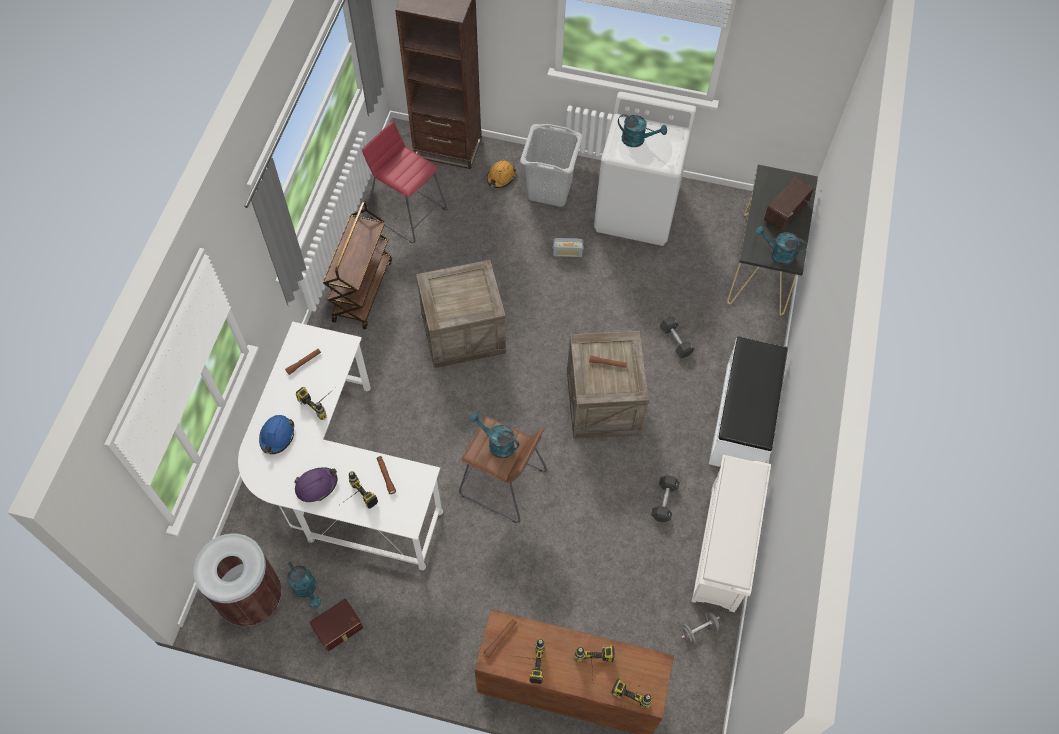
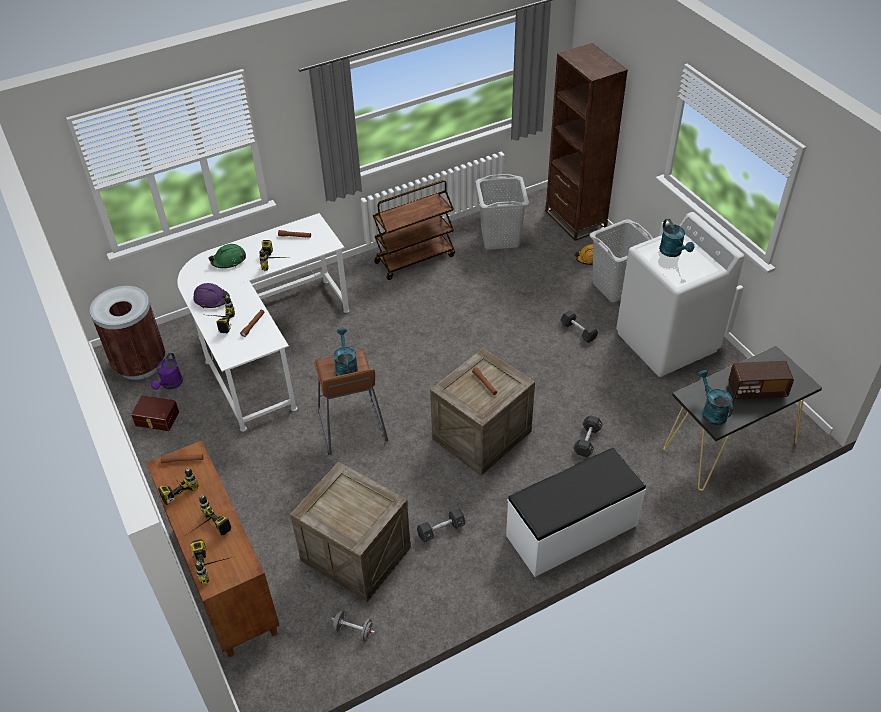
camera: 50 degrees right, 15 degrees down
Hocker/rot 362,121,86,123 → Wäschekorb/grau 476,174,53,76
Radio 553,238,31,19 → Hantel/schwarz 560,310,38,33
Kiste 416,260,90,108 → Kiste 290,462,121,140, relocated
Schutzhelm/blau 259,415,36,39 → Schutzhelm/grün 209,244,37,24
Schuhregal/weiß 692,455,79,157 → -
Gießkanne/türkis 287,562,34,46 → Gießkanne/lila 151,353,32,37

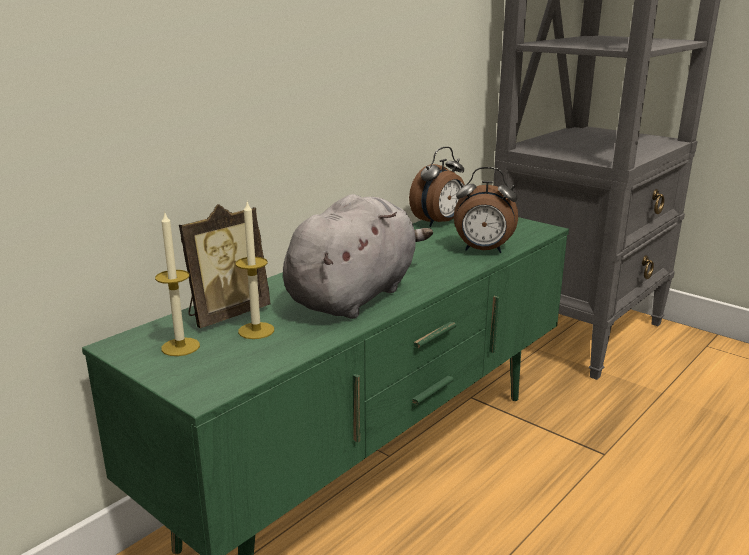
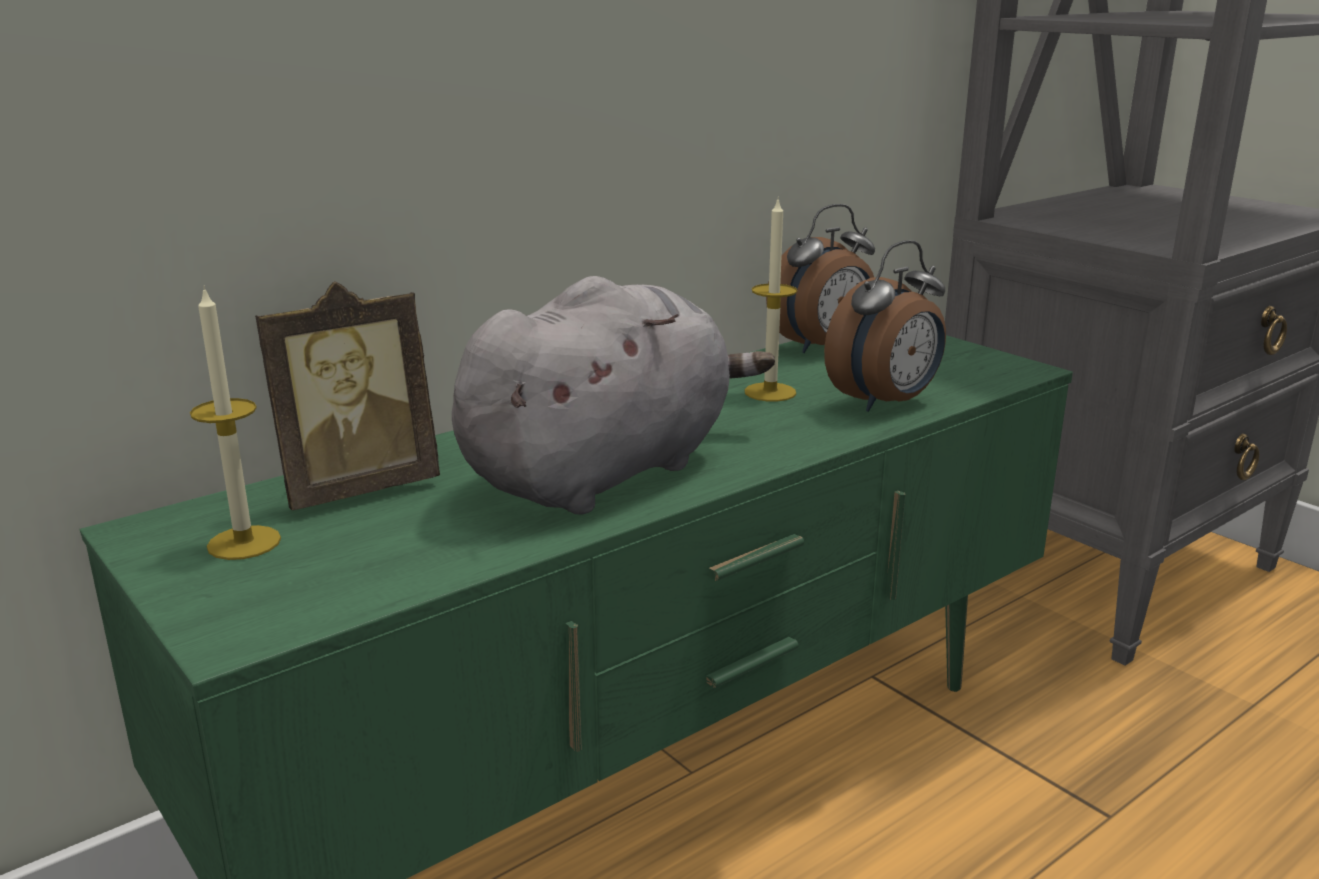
camera: 10 degrees right, 0 degrees up
Wecker 454,167,64,86 → Wecker 824,240,122,172, 60 degrees counterclockwise
Kerze 236,202,38,137 → Kerze 745,197,52,205, relocated

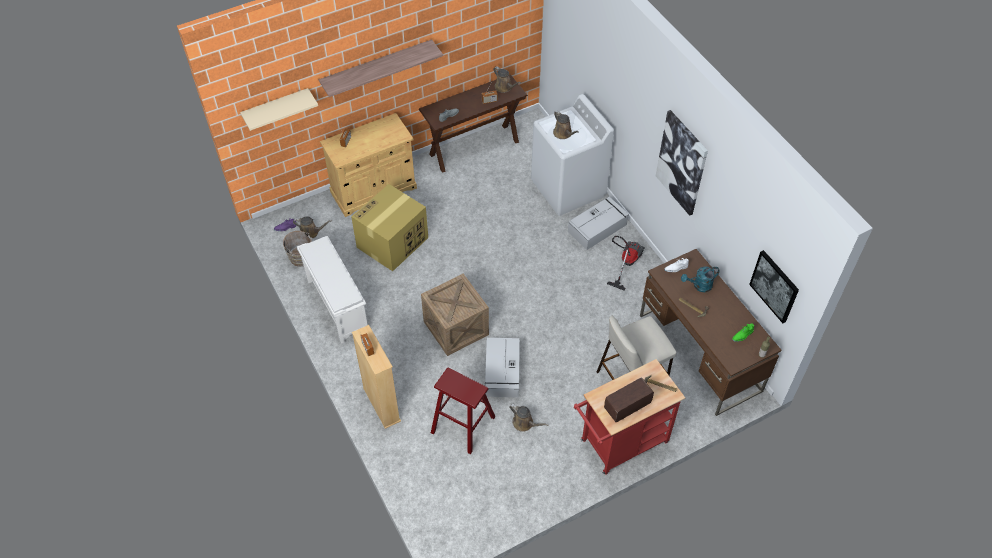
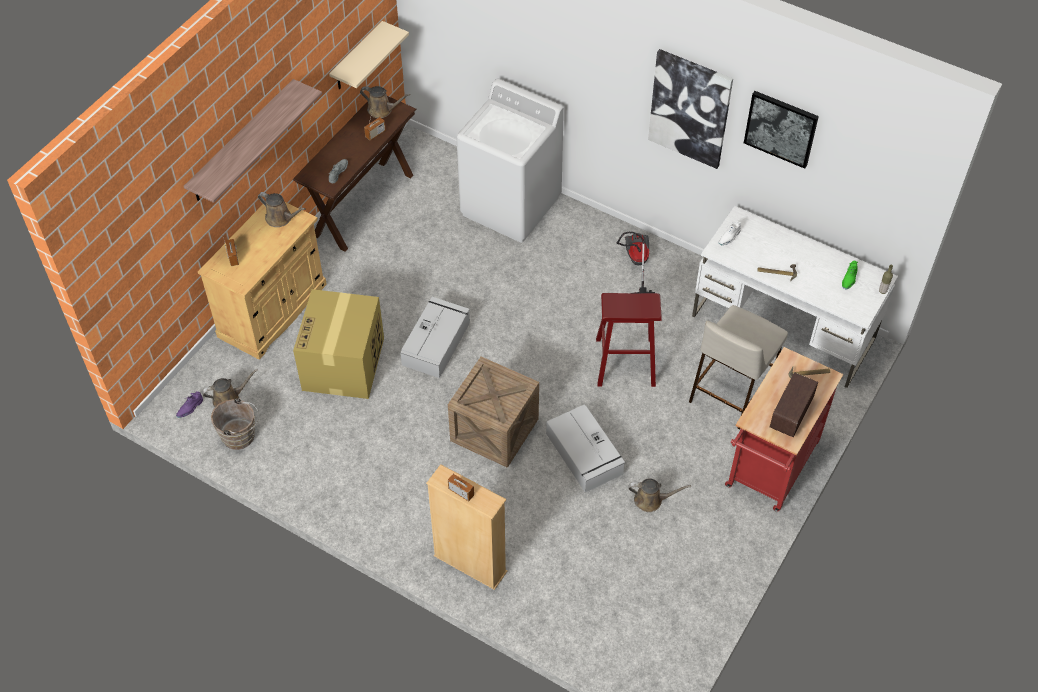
camera: 30 degrees left, 0 degrees up
Wandregal/beige 240,88,78,43 → Wandregal/beige 329,21,80,68, relocated
Gießkanne/braun 553,111,26,28 → Gießkanne/braun 258,192,48,35, relocated
Aufbewahrungsbox/grau 568,197,61,53 → Aufbewahrungsbox/grau 400,297,70,81, relocated
Schuhregal/weiß 297,236,71,108 → -
Schreibtisch/braun 640,249,141,167 → Schreibtisch/weiß 692,206,206,182
Bild 749,250,50,73 → Bild 744,91,75,78, relocated
Gießkanne/türkis 681,267,39,25 → -
Hocker/rot 431,368,64,86 → Hocker/rot 596,293,66,94, relocated

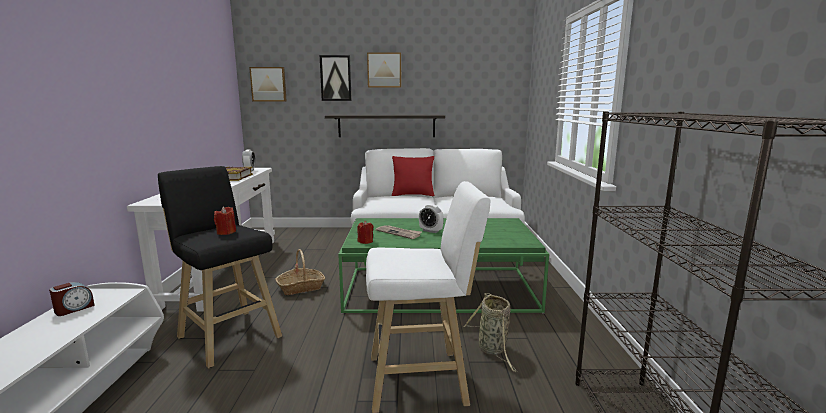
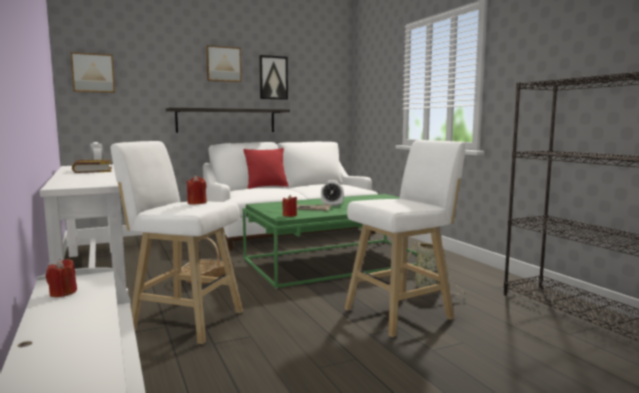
camera: 25 degrees left, 5 degrees down
Bild 320,55,32,46 → Bild 259,55,29,45, relocated
Hocker/schwarz 158,166,124,202 → Hocker/weiß 110,141,133,203
Wecker 49,282,46,34 → Kerze/rot 46,259,31,38

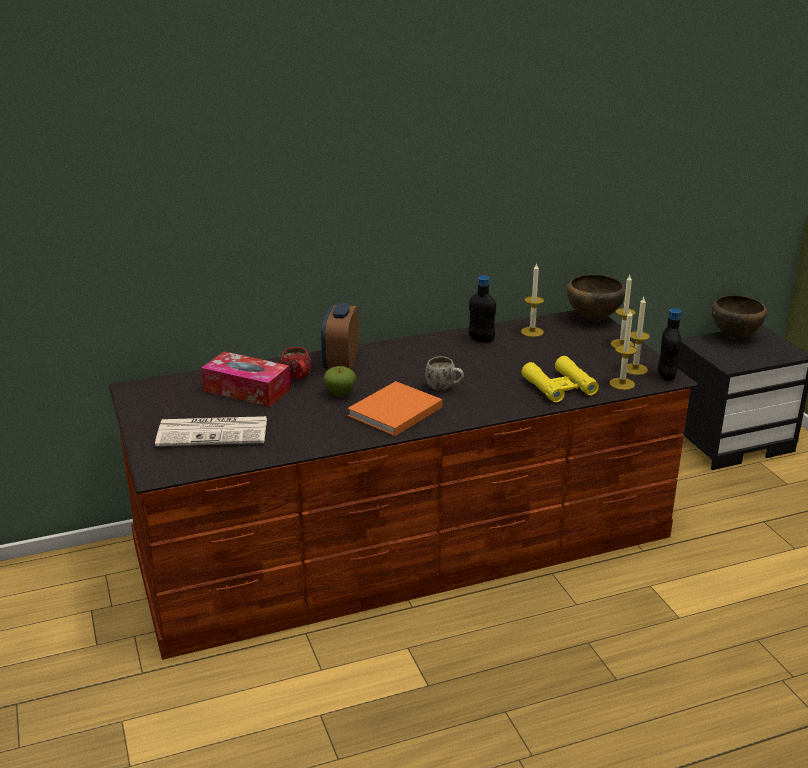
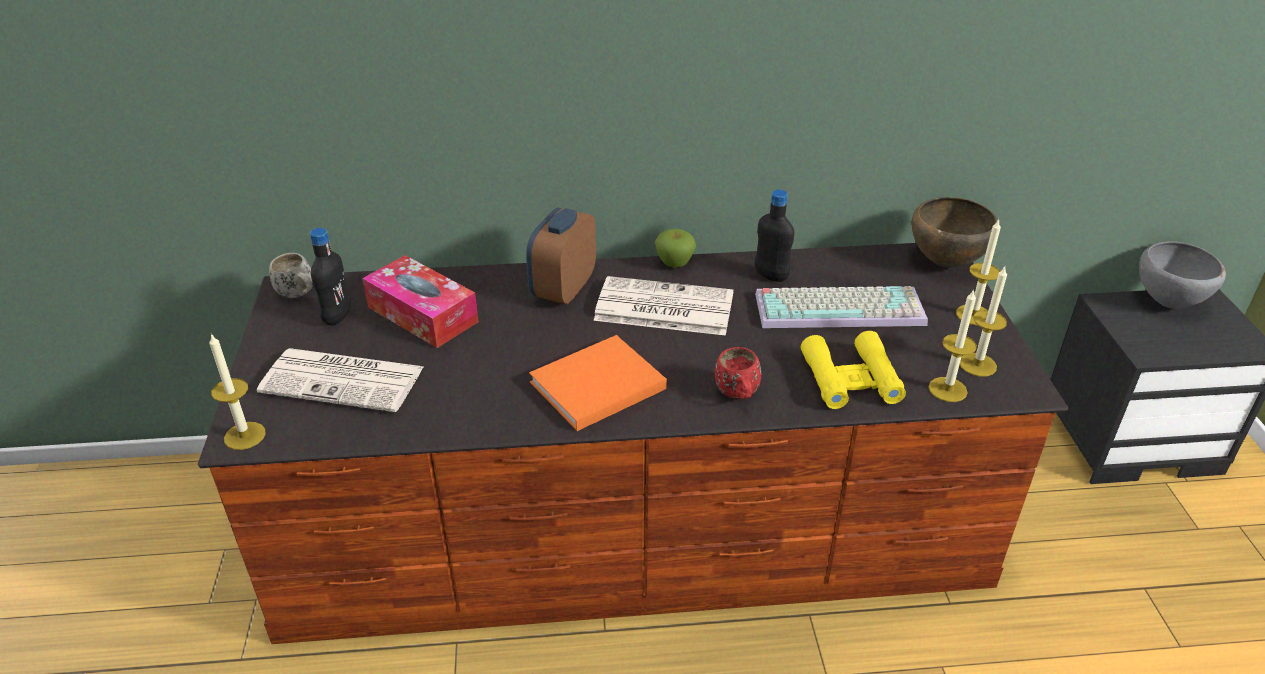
camera: 15 degrees right, 10 degrees up
Kerze 521,263,23,74 → Kerze 209,333,56,117, relocated
Schüssel/braun 712,295,55,44 → Schüssel/grau 1139,241,87,67
Flasche/schwarz 658,308,23,73 → Flasche/schwarz 310,228,41,97, relocated
Henkelbecher/rot 281,347,30,33 → Henkelbecher/rot 715,347,46,52, relocated
Henkelbecher/weiß 425,356,39,34 → Henkelbecher/weiß 269,253,44,45, relocated
Apfel 323,366,33,31 → Apfel 655,229,41,39, relocated
- → Zeitung 594,276,140,60
- → Tastatur 755,286,173,42

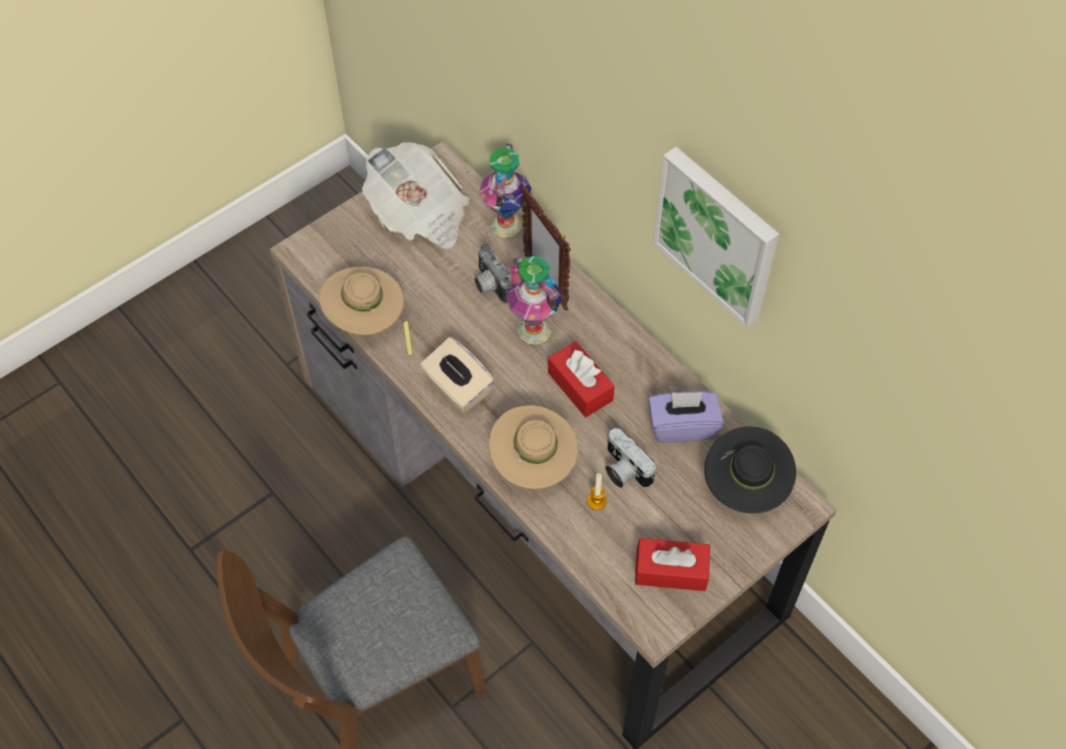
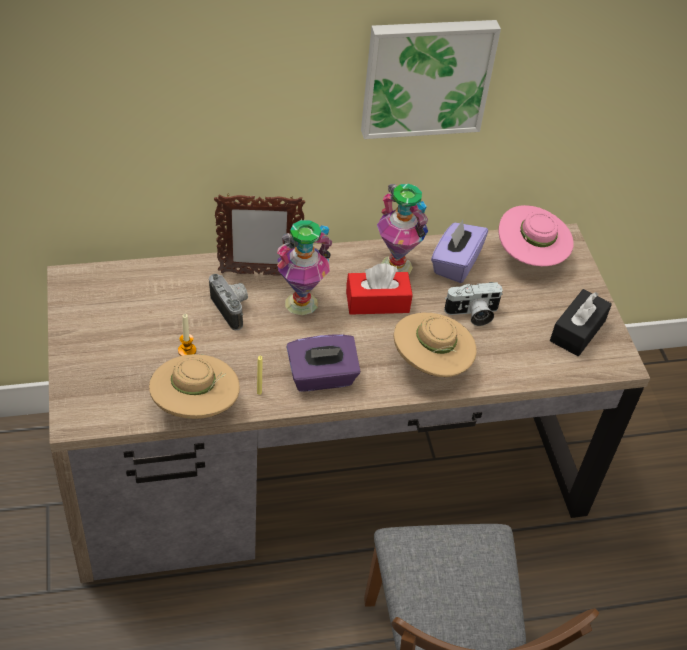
camera: 65 degrees left, 10 degrees down
Zeitung 362,142,107,107 → -
Vase 479,144,53,94 → Vase 377,184,51,90, relocated
Kamera 474,244,38,60 → Kamera 209,274,39,56, 120 degrees counterclockwise
Taschentuchbox/beige 420,337,74,76 → Taschentuchbox/lila 287,334,74,58
Hut/schwarz 704,427,92,86 → Hut/rosa 498,205,76,61
Kerze 587,473,20,37 → Kerze 178,314,18,42, relocated
Taschentuchbox/rot 635,538,75,53 → Taschentuchbox/schwarz 550,289,62,67

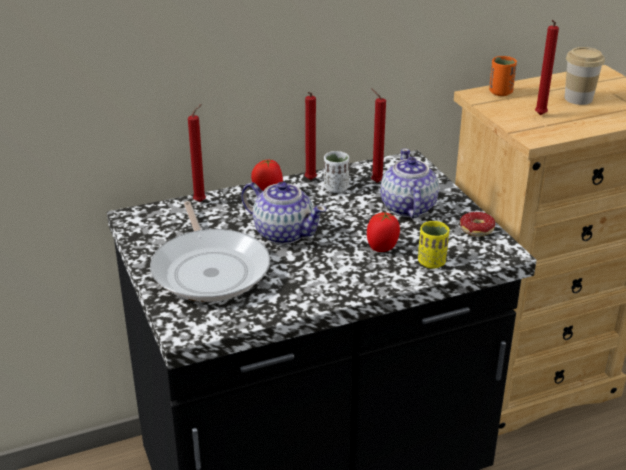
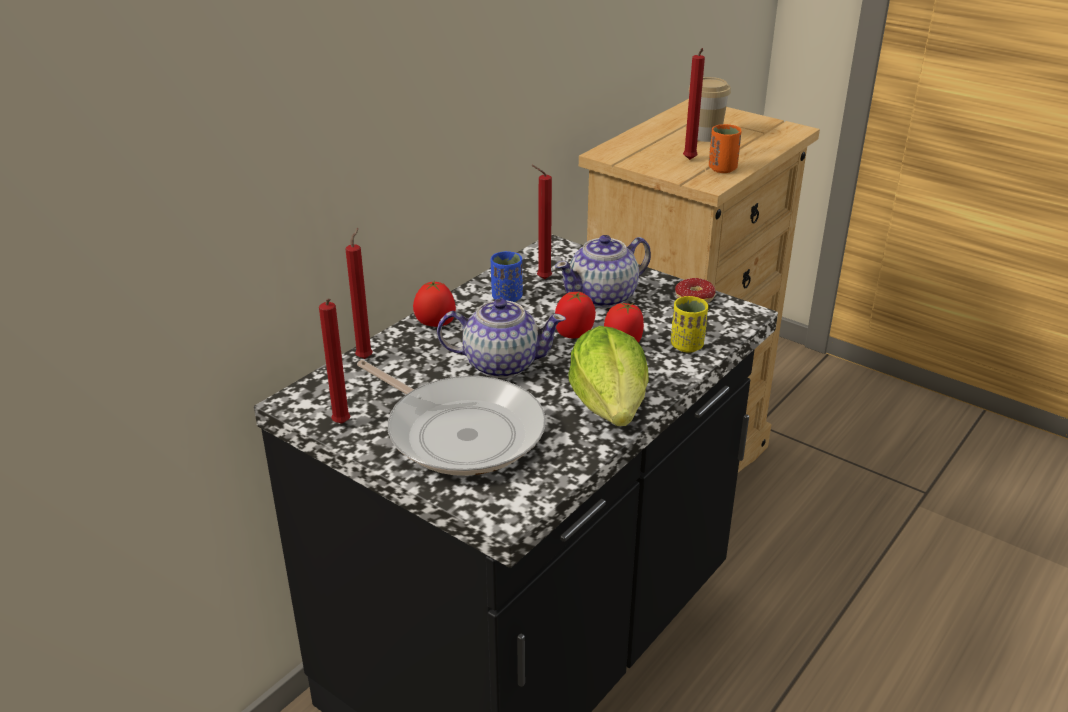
camera: 30 degrees left, 0 degrees up
Tasse/orange 489,56,28,40 → Tasse/orange 709,124,32,49, relocated
Kerze/rot 305,92,12,88 → Kerze/rot 319,299,31,125, relocated
Teekanne 380,148,59,70 → Teekanne 555,235,96,73, 90 degrees counterclockwise
Tasse/weiß 324,151,25,42 → Tasse/blau 491,251,32,51
- → Tomate 555,292,41,46
- → Salatkopf 568,326,81,100

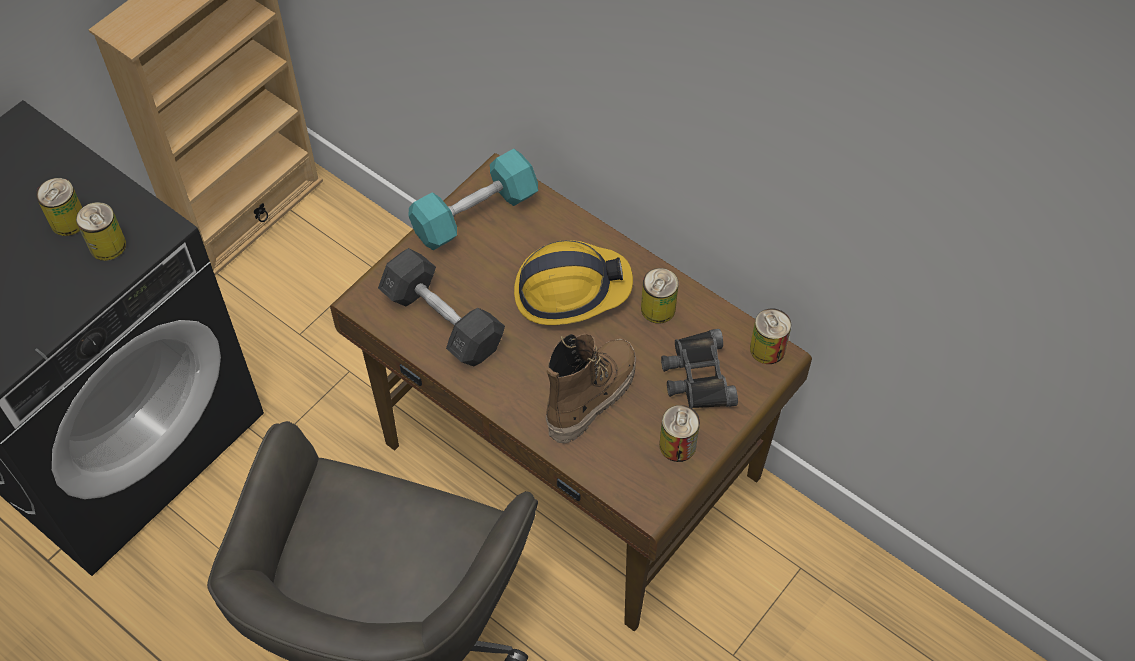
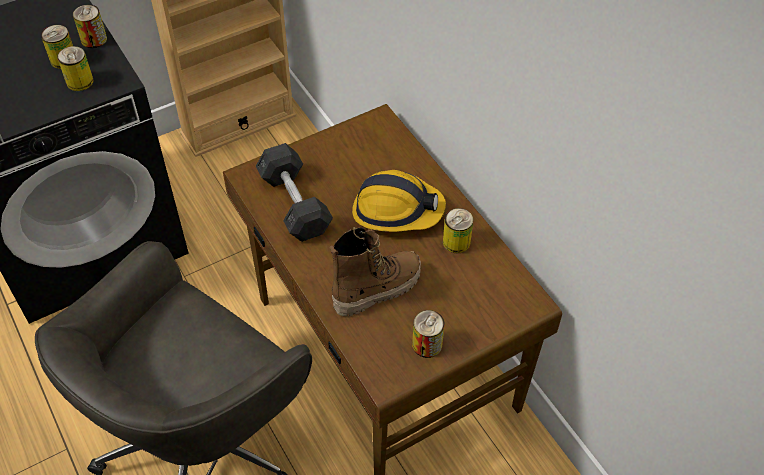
camera: 20 degrees right, 5 degrees down
Hantel/türkis 409,149,129,101 → -
Dose 750,308,41,56 → Dose 73,5,34,43, relocated
Fernglas/schwarz 661,329,77,79 → -

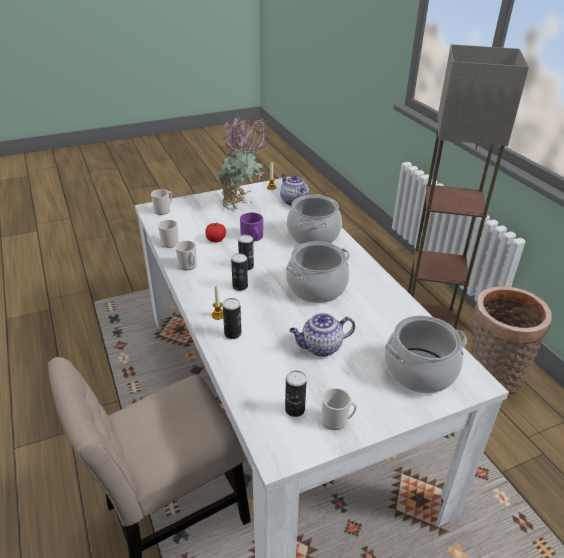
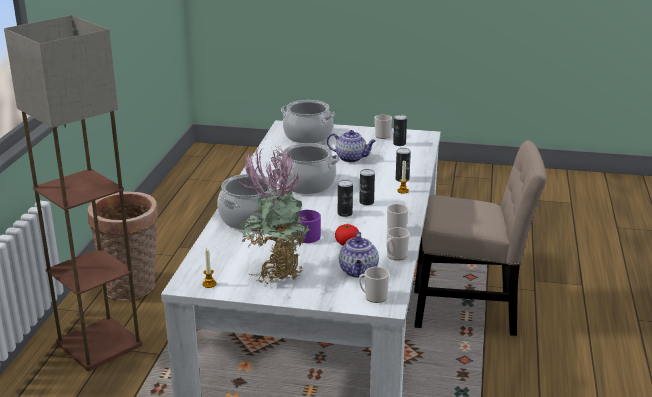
camera: 145 degrees left, 10 degrees down
Teekanne 280,174,29,32 → Teekanne 339,232,40,46, relocated

